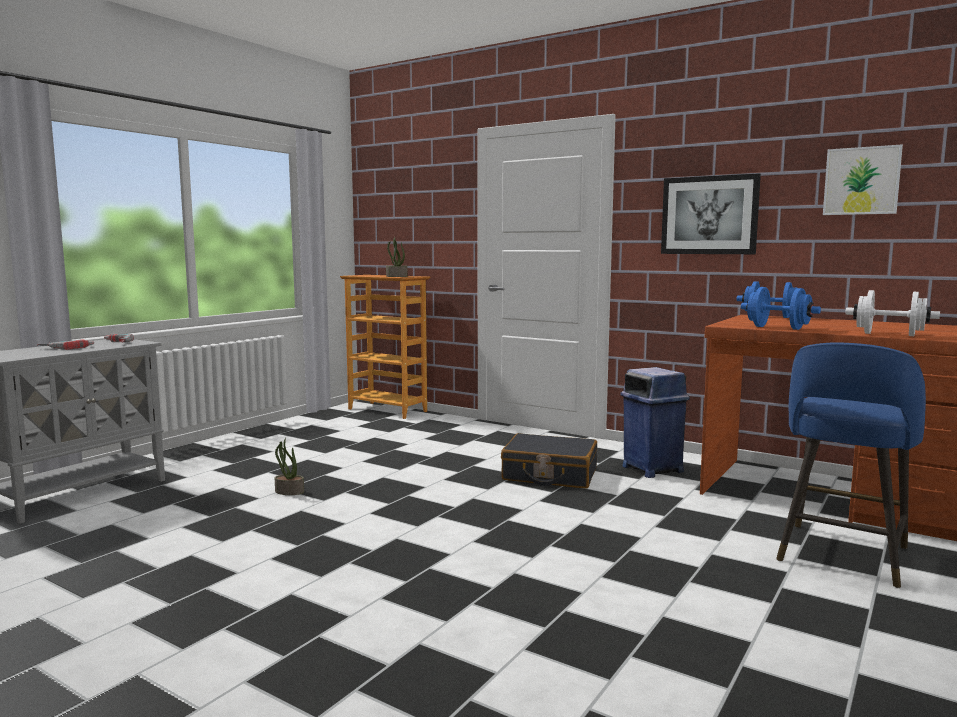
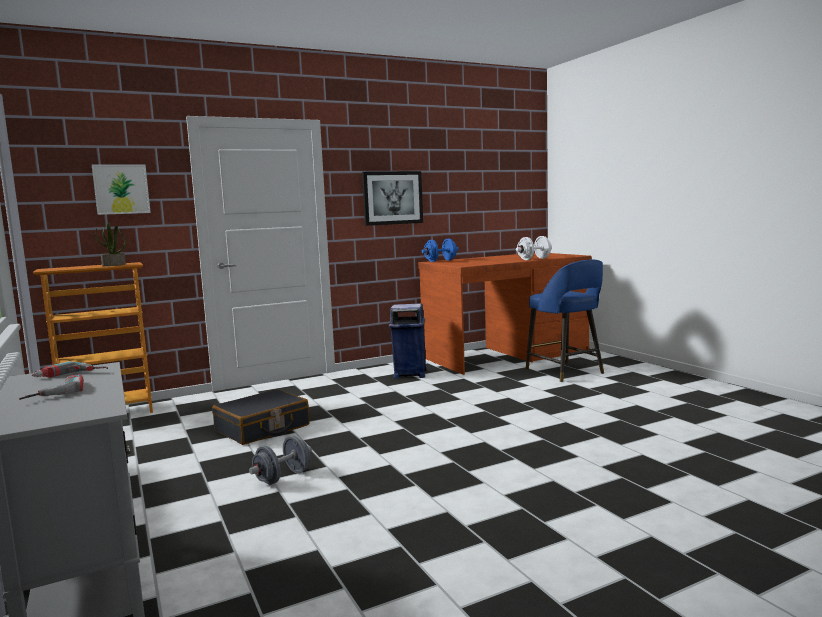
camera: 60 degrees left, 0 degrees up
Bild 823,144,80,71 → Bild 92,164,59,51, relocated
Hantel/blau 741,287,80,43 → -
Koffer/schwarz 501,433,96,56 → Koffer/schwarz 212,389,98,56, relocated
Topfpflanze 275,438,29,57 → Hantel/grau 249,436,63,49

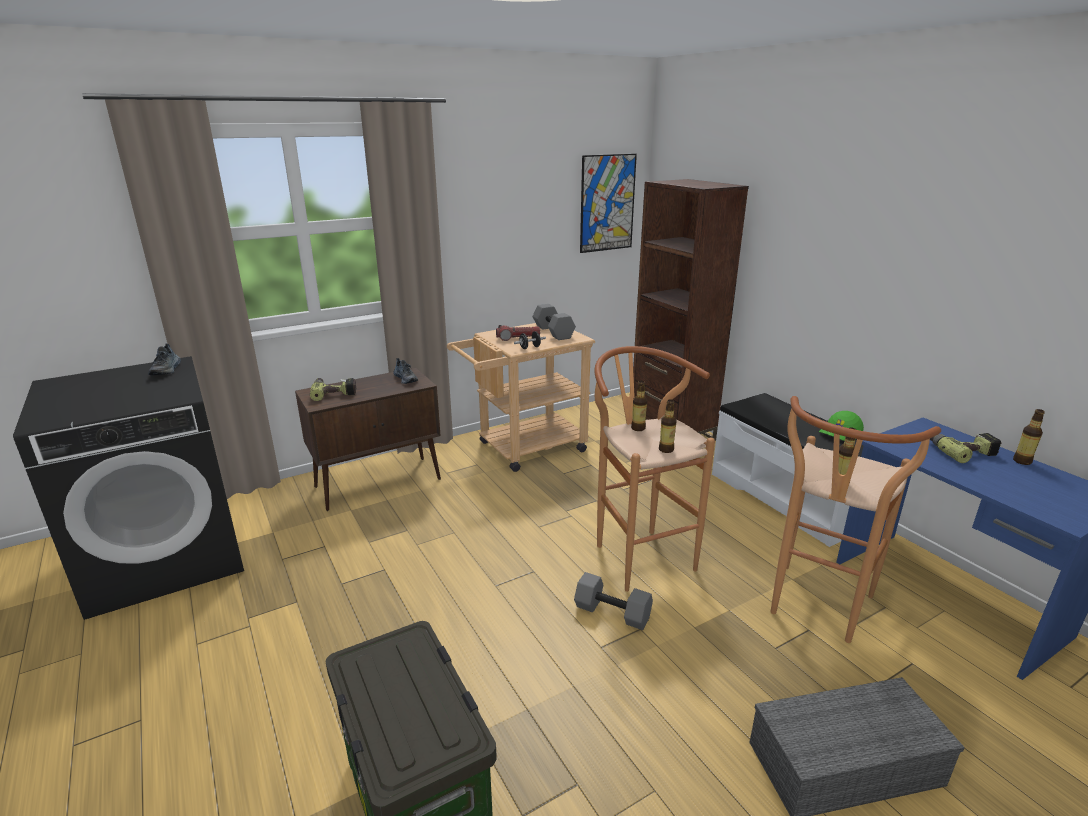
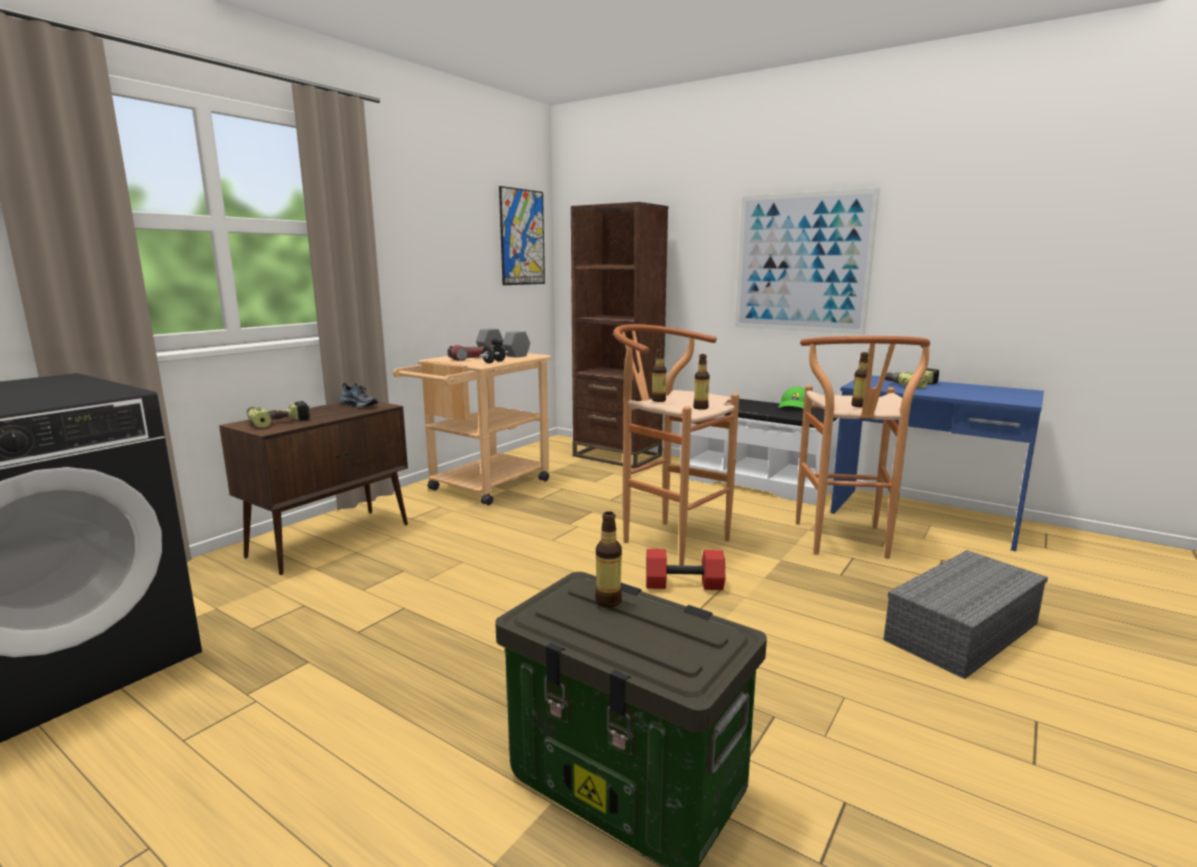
camera: 25 degrees left, 10 degrees down
Schuh 148,344,33,31 → -
Flasche 1013,409,32,56 → Flasche 595,511,27,96, relocated
Hantel/grau 574,572,79,58 → Hantel/rot 646,549,79,41
- → Bild 735,188,145,146

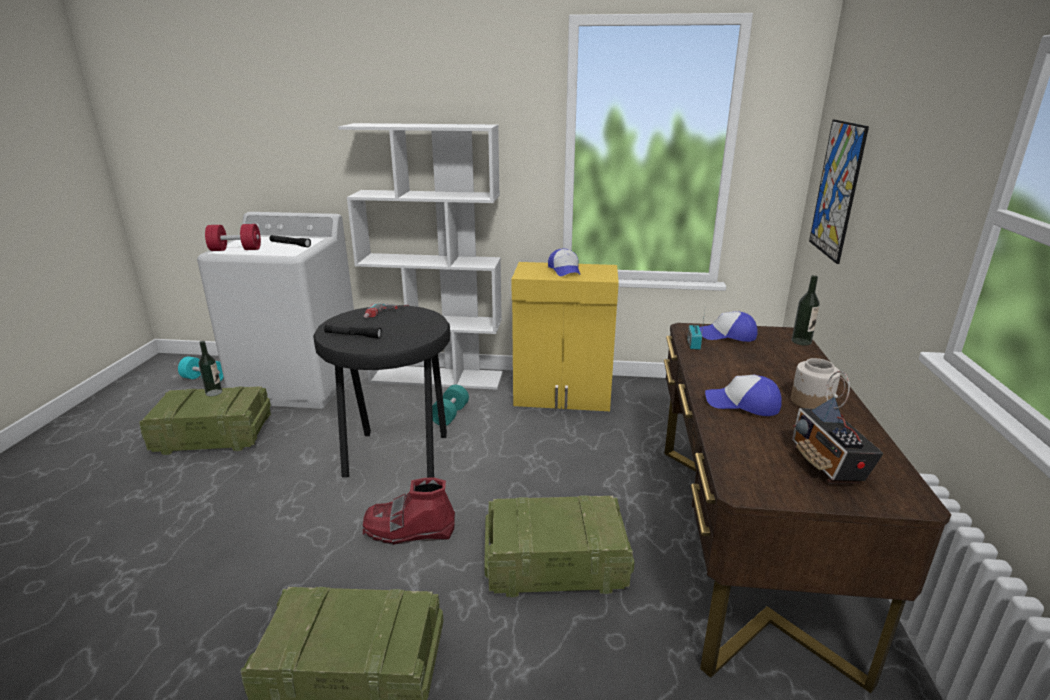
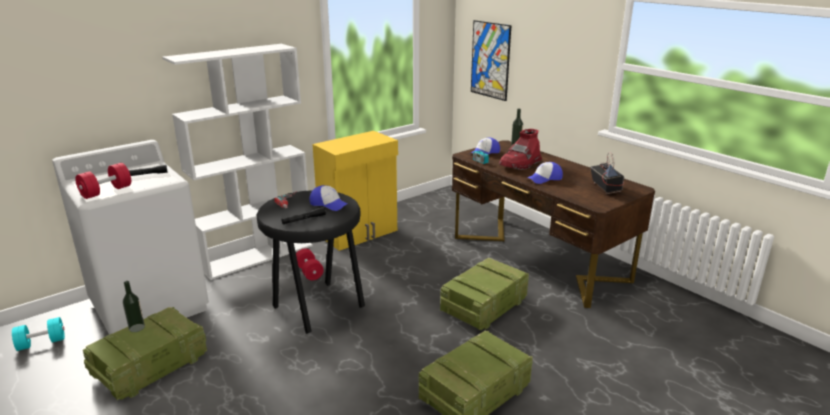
camera: 45 degrees left, 0 degrees up
Kappe 548,249,33,27 → Kappe 310,185,38,26, relocated
Vorratsglas 791,358,50,51 → -
Radio 792,371,91,113 → Radio 590,152,34,43, 135 degrees counterclockwise
Hantel/türkis 432,385,37,41 → Hantel/rot 296,249,28,31
Stiefel/rot 363,477,92,68 → Stiefel/rot 499,129,43,41, relocated

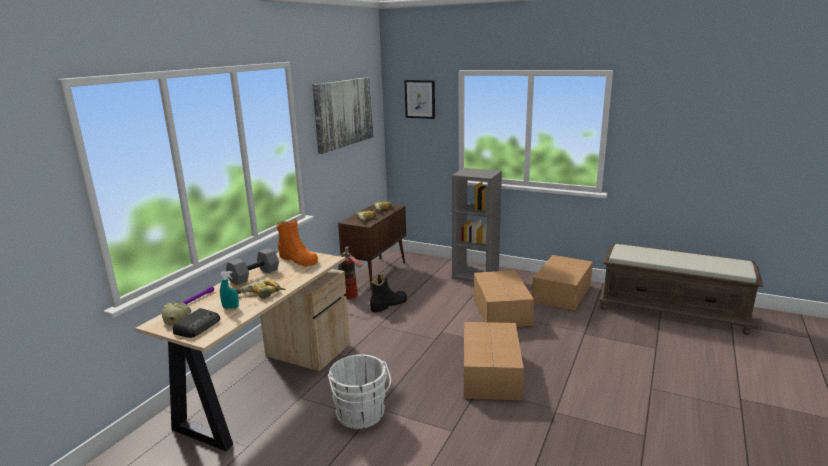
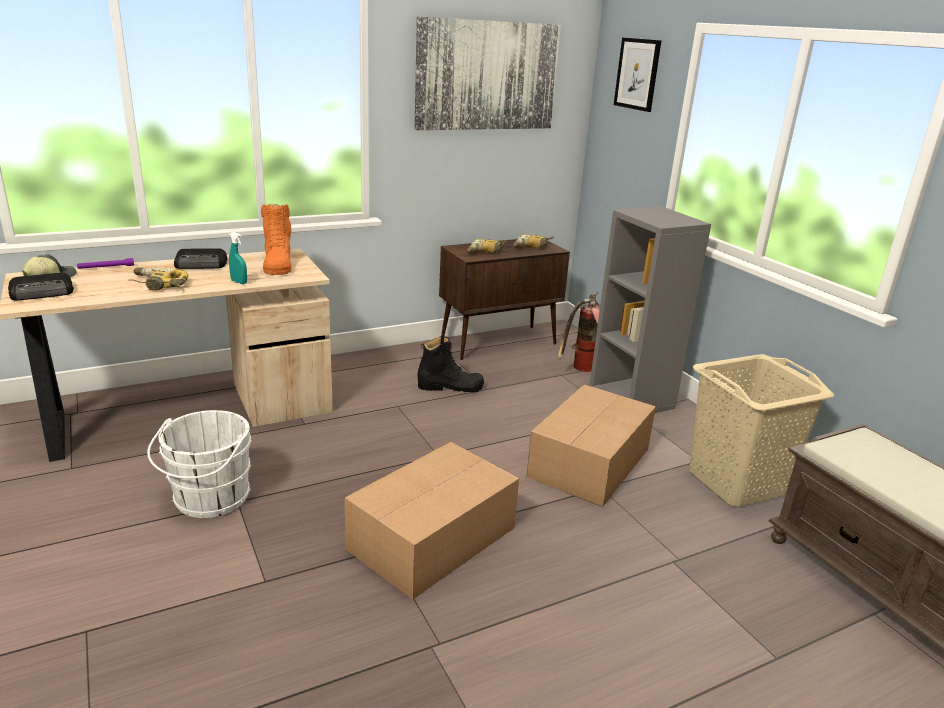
camera: 35 degrees right, 5 degrees up
Feuerlöscher 338,246,25,53 → Feuerlöscher 557,292,43,80, relocated
Hantel/grau 226,248,53,37 → Radio 174,248,53,21
Karton 532,255,61,57 → Wäschekorb/beige 689,354,146,153
Sprühflasche/türkis 220,271,19,37 → Sprühflasche/türkis 229,232,18,52, relocated

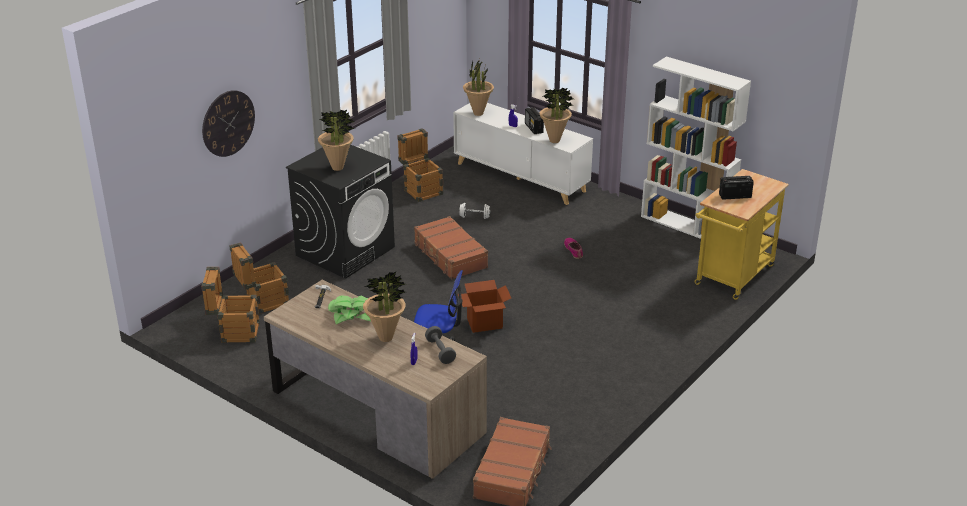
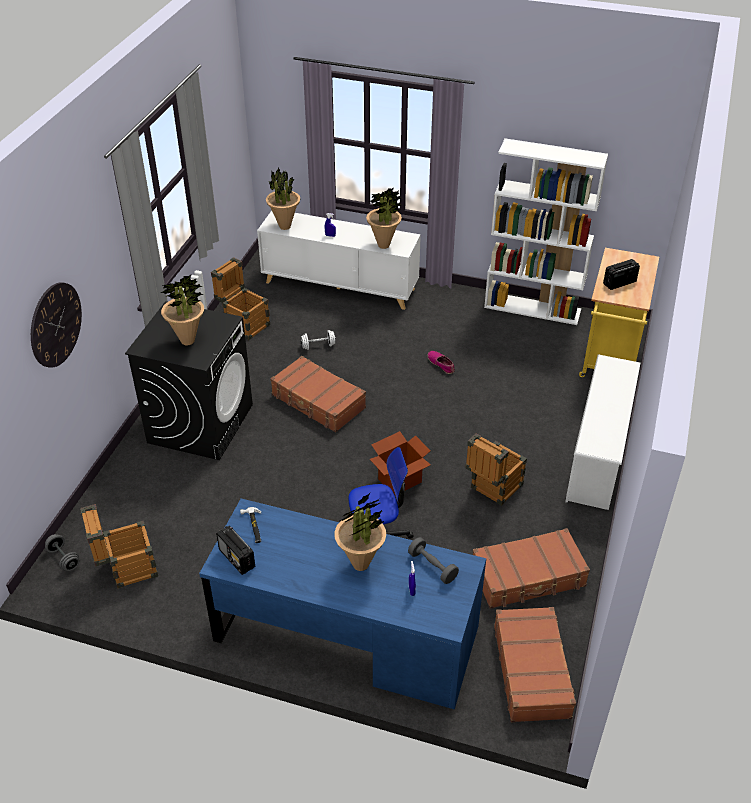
camera: 20 degrees left, 10 degrees up
Radio 525,107,19,27 → Radio 216,526,39,49, relocated
Kiste 229,242,60,72 → Kiste 465,433,62,73, relocated
Schreibtisch/braun 264,280,223,199 → Schreibtisch/blau 199,499,287,211
Topfpflanze 328,296,43,28 → -
- → Schuhregal/weiß 565,355,75,155
- → Koffer/braun 473,528,117,81
- → Hantel/grau 45,534,34,37

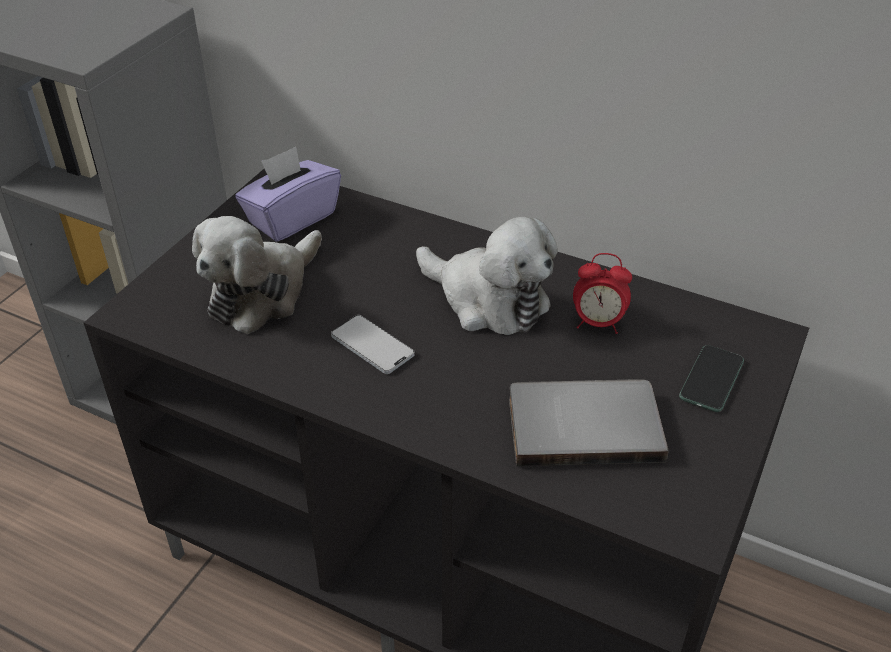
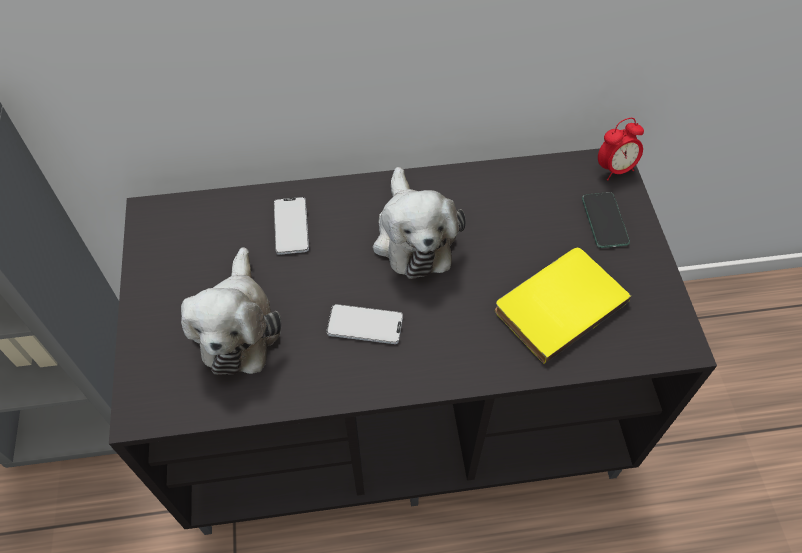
camera: 35 degrees left, 15 degrees up
Taschentuchbox/lila 235,146,106,96 → -
Plüschtier 416,216,142,119 → Plüschtier 373,167,93,112, 75 degrees clockwise
Wecker 573,253,59,81 → Wecker 598,118,46,62, relocated
Buch/grau 509,379,160,87 → Buch/gelb 495,248,136,116
- → Handy 274,197,35,58

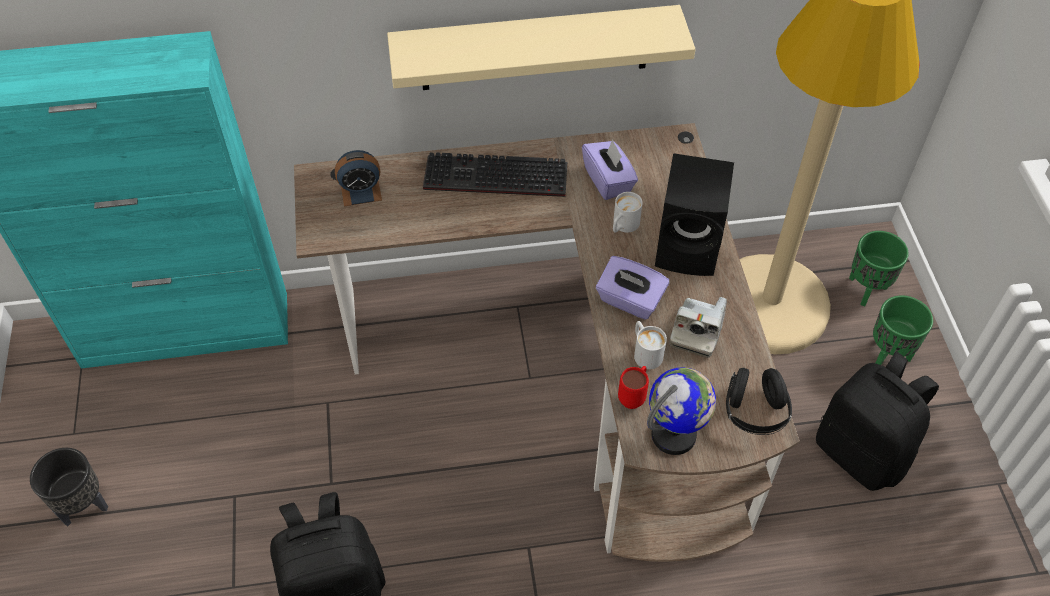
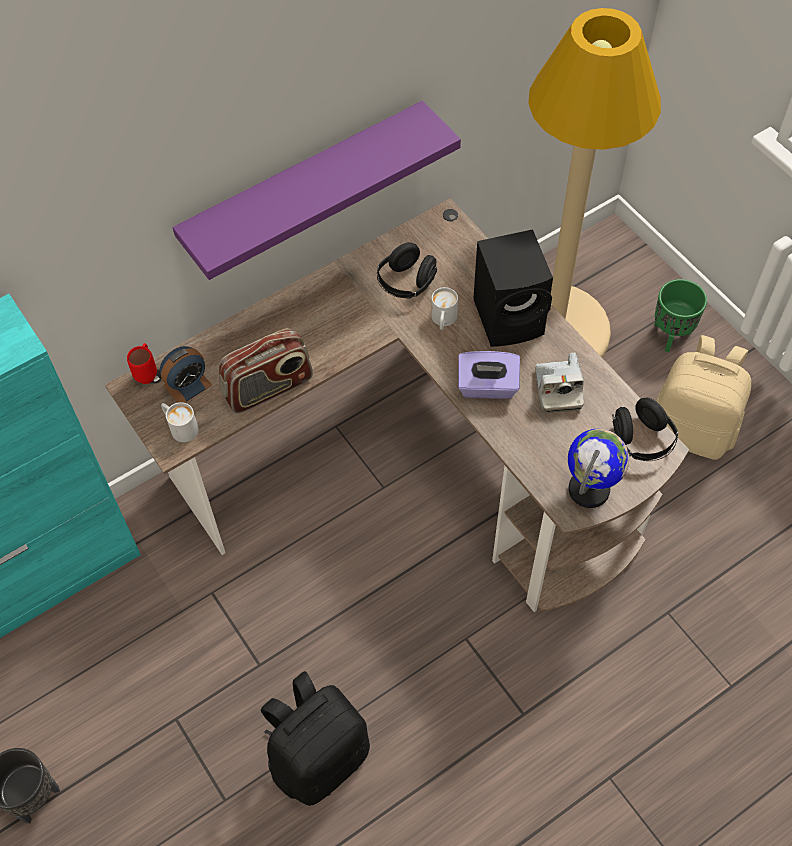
camera: 25 degrees left, 5 degrees up
Wandregal/beige 387,5,309,85 → Wandregal/lila 173,101,288,179
Taschentuchbox/lila 582,139,56,61 → Kopfhörer/schwarz 377,242,60,56
Tastatur 423,153,144,44 → -
Pflanzkübel/grün 849,231,60,75 → -
Henkelbecher/weiß 634,321,33,48 → Henkelbecher/weiß 161,402,38,40, relocated
Rucksack/schwarz 816,352,123,139 → Rucksack/beige 656,335,95,125
Henkelbecher/rot 618,366,31,43 → Henkelbecher/rot 127,343,30,41, relocated
- → Radio 219,328,94,86

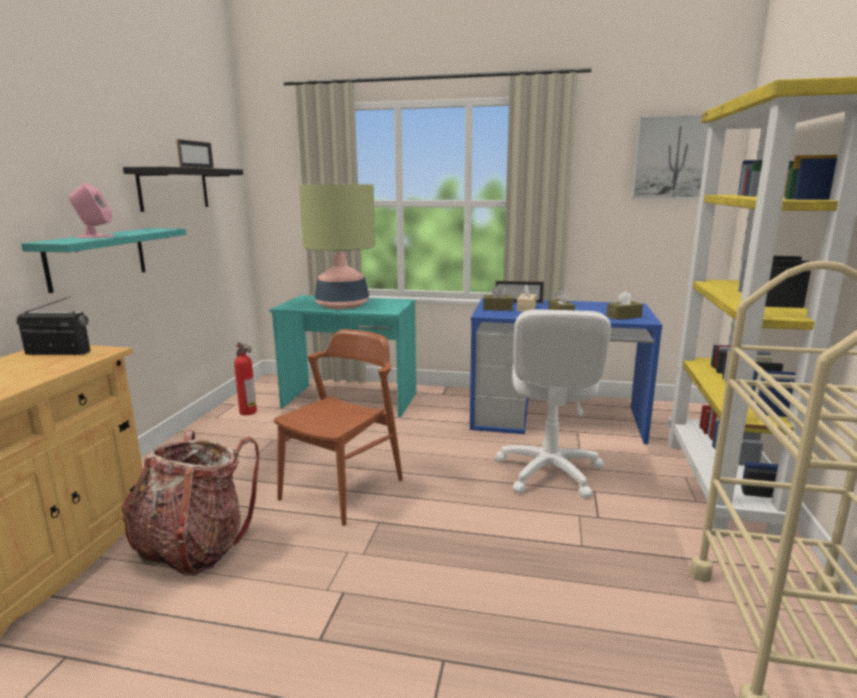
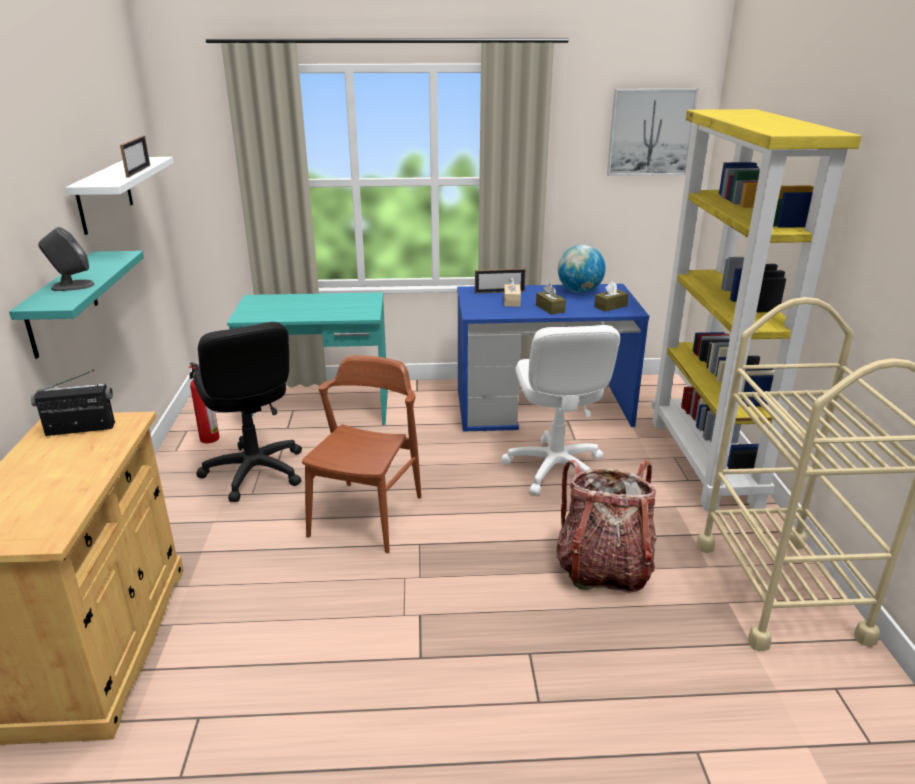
camera: 15 degrees left, 10 degrees up
Wandregal/schwarz 123,167,120,45 → Wandregal/weiß 65,157,109,78
Lautsprecher/rosa 69,183,45,55 → Lautsprecher/grau 38,227,57,64
Tischlampe 299,184,77,125 → -
Taschentuchbox/braun 483,285,30,26 → -
Rucksack 122,430,138,146 → Rucksack 556,460,100,133, relocated
- → Globus 558,245,48,48
- → Bürostuhl/schwarz 193,322,109,180

